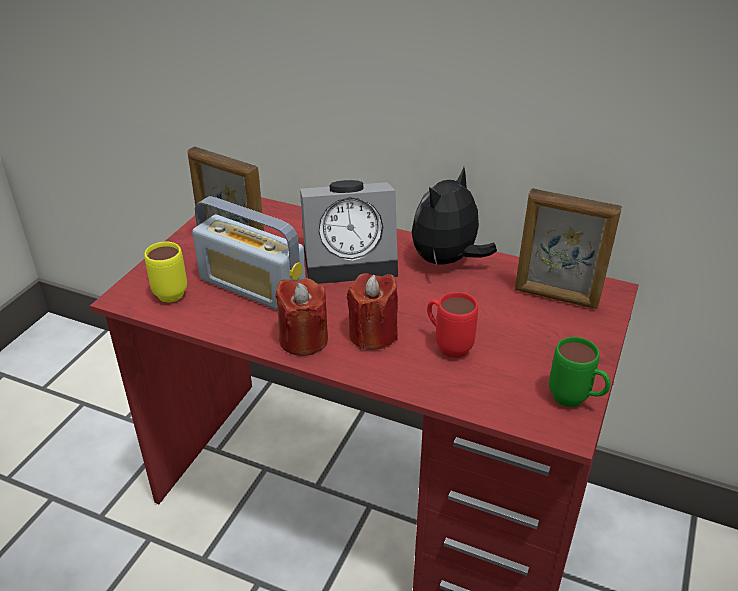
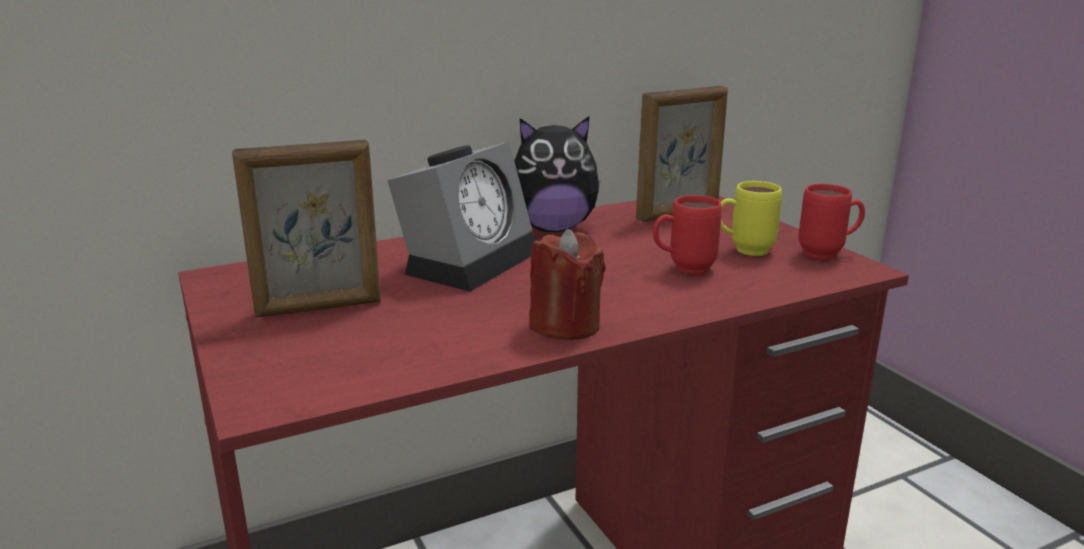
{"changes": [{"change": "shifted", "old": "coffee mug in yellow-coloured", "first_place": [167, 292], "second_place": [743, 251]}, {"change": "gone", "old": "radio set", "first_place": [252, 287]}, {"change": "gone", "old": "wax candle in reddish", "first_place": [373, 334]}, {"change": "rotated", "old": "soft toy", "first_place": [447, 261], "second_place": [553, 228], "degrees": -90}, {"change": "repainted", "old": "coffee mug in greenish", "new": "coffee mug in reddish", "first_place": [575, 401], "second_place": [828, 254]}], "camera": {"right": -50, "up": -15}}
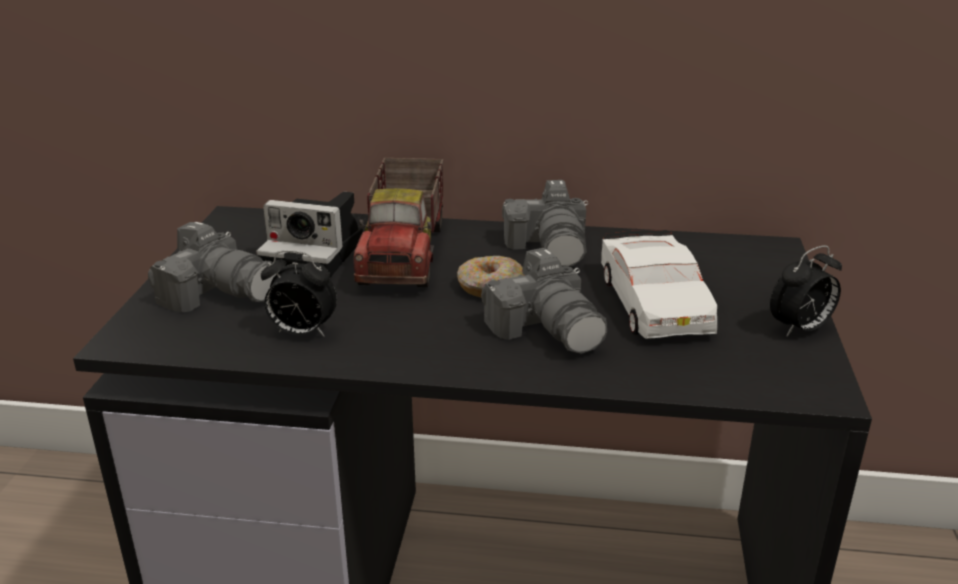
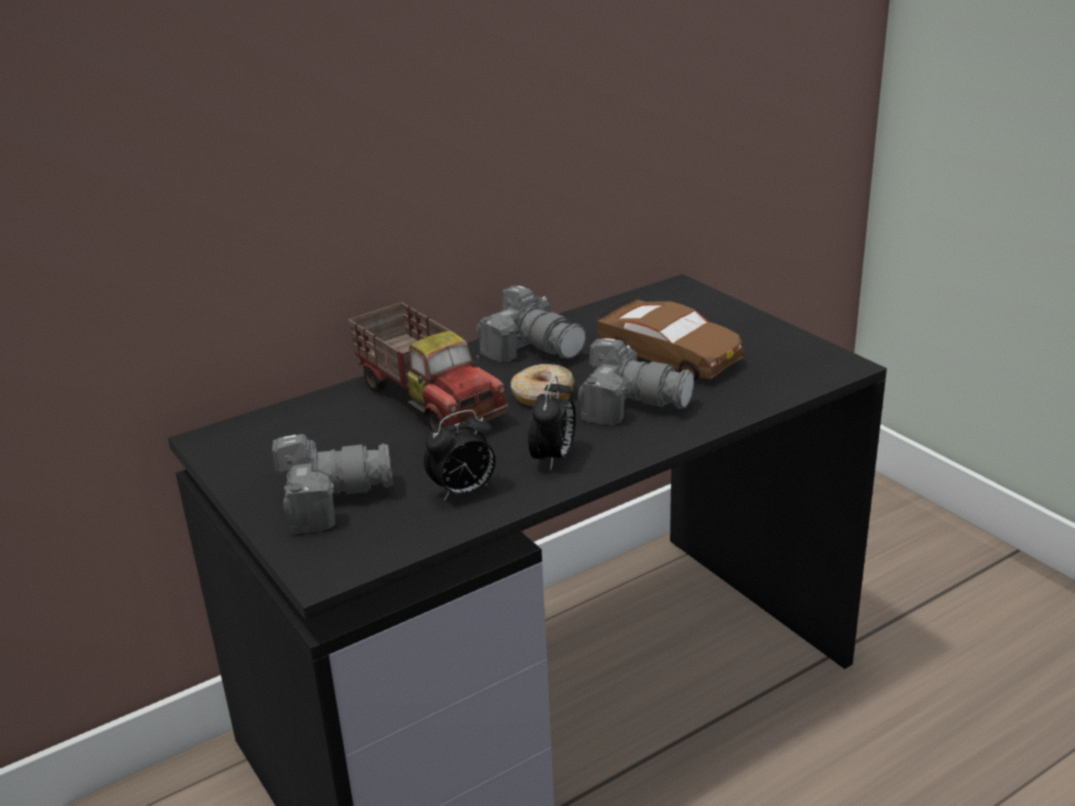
{"changes": [{"change": "gone", "old": "still camera", "first_place": [317, 253]}, {"change": "repainted", "old": "miniature car in white", "new": "miniature car in brownish", "first_place": [654, 303], "second_place": [668, 356]}, {"change": "shifted", "old": "alarm clock", "first_place": [800, 329], "second_place": [554, 458]}], "camera": {"right": -40, "up": 0}}
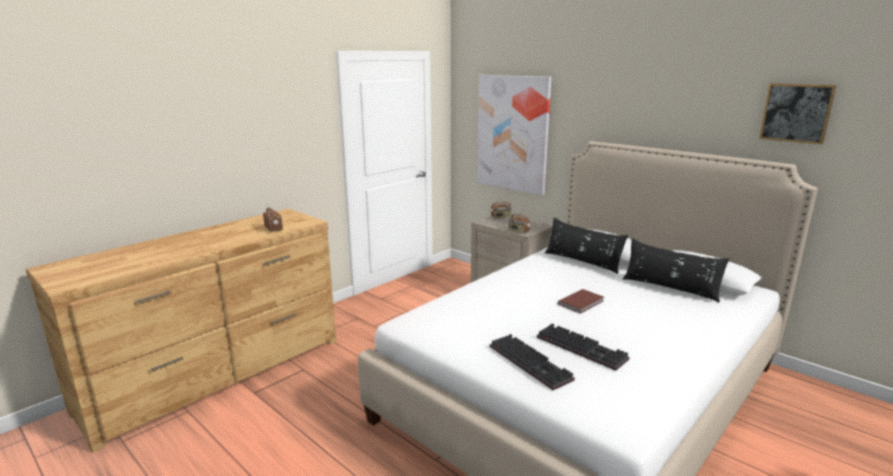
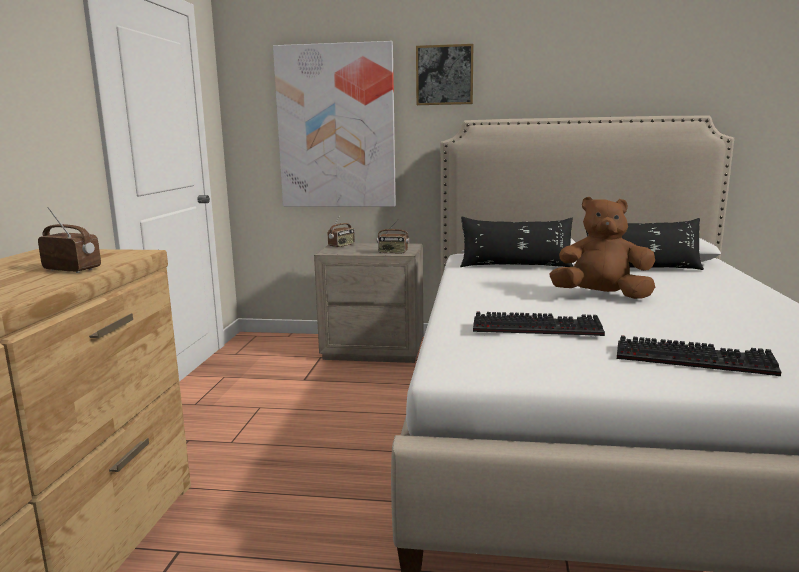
{"changes": [{"change": "shifted", "old": "computer keyboard", "first_place": [583, 348], "second_place": [538, 327]}, {"change": "swapped", "old": "bound book in brownish", "new": "soft toy in brownish", "first_place": [582, 303], "second_place": [601, 296]}, {"change": "shifted", "old": "wall picture", "first_place": [796, 113], "second_place": [444, 75]}], "camera": {"right": -35, "up": -5}}
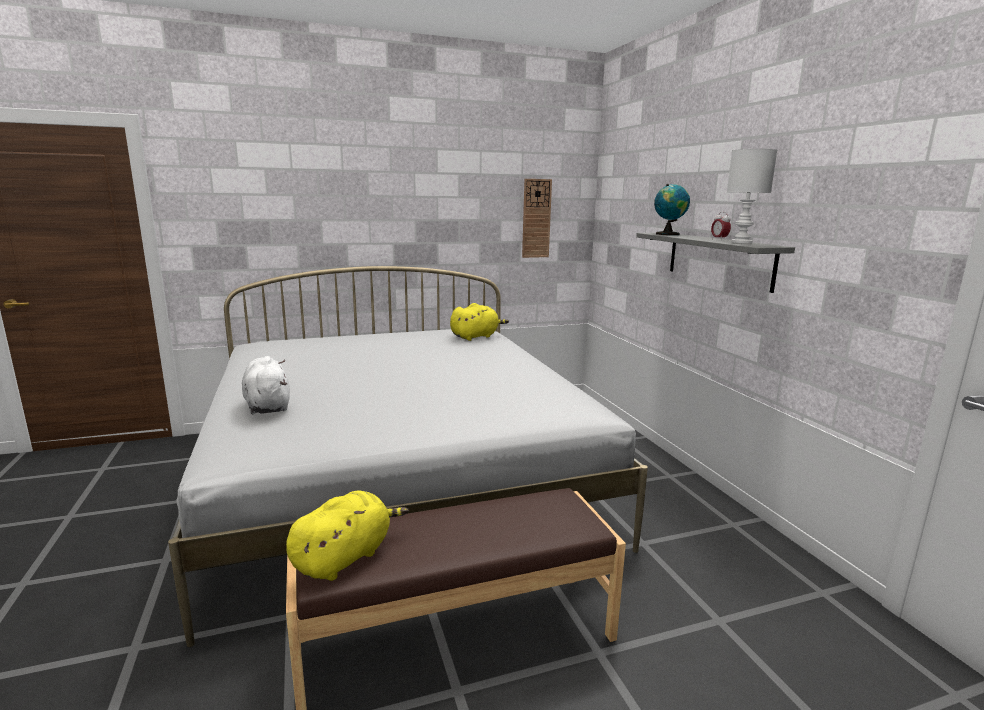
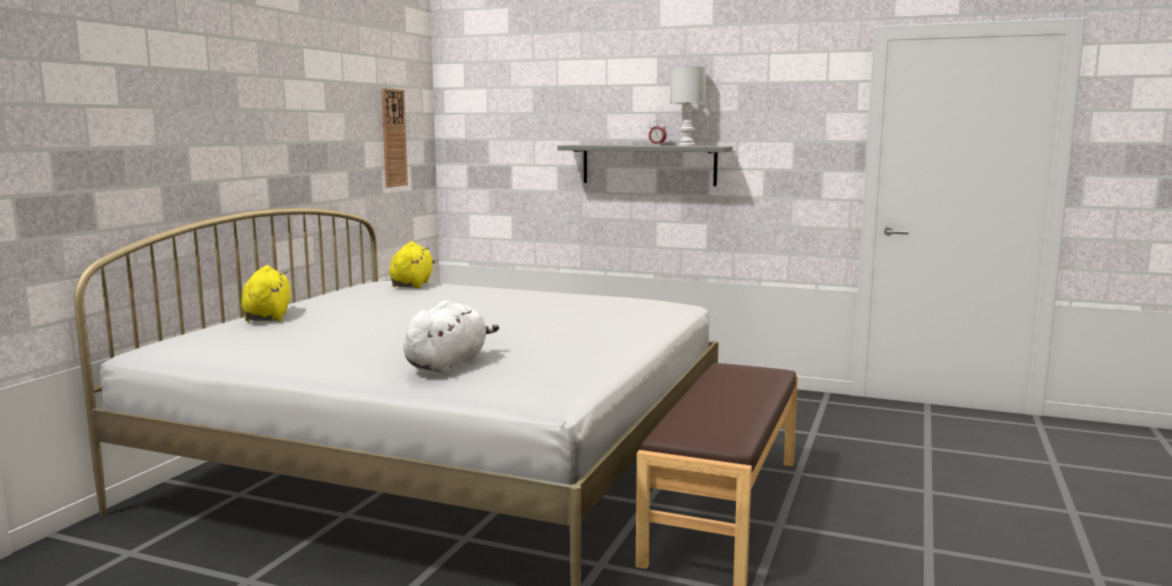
{"changes": [{"change": "rotated", "old": "soft toy in white", "first_place": [267, 405], "second_place": [448, 364], "degrees": 105}, {"change": "shifted", "old": "soft toy in yellow-coloured", "first_place": [345, 557], "second_place": [268, 317]}, {"change": "gone", "old": "desk globe", "first_place": [669, 234]}], "camera": {"right": -50, "up": -5}}
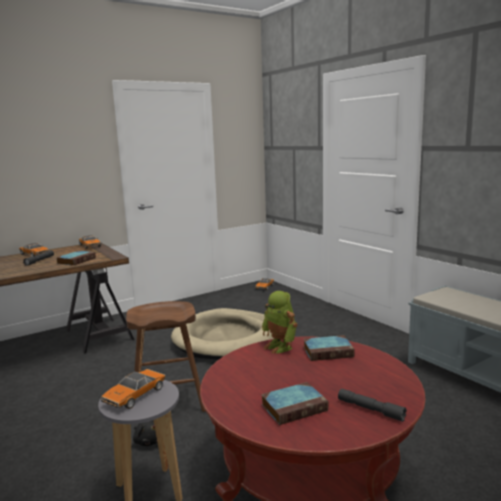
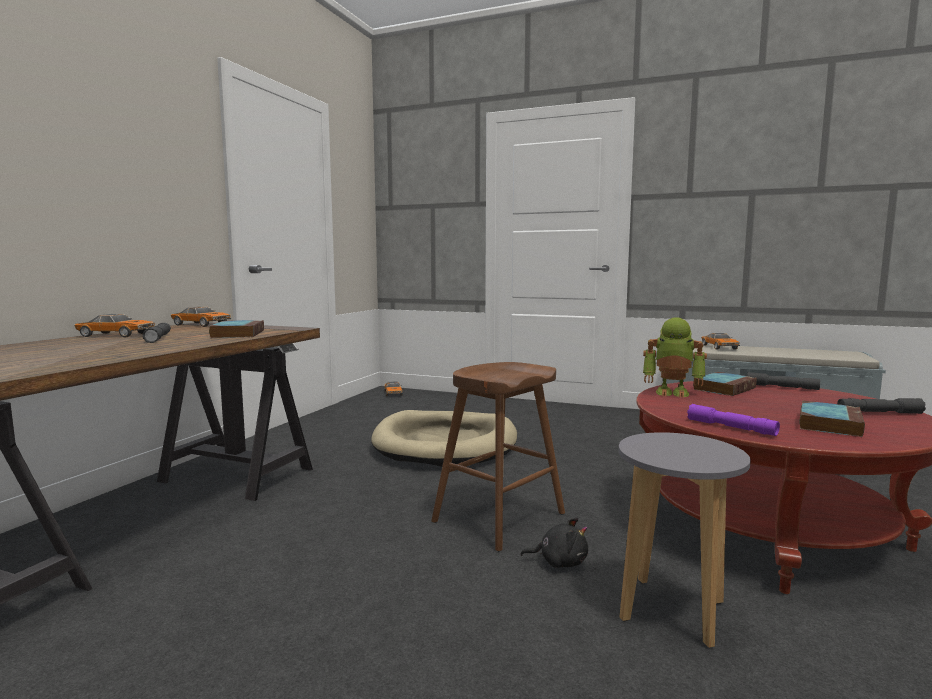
{"changes": [{"change": "shifted", "old": "miniature car", "first_place": [134, 395], "second_place": [719, 347]}, {"change": "new", "new": "hand torch in purple-coloured", "second_place": [731, 427]}, {"change": "new", "new": "hand torch in greyish", "second_place": [781, 387]}], "camera": {"right": -35, "up": -5}}
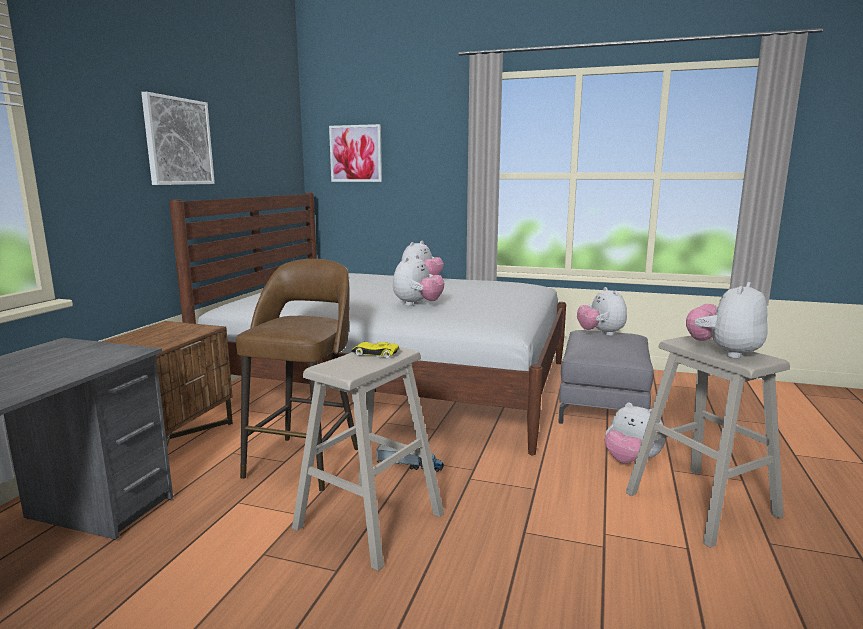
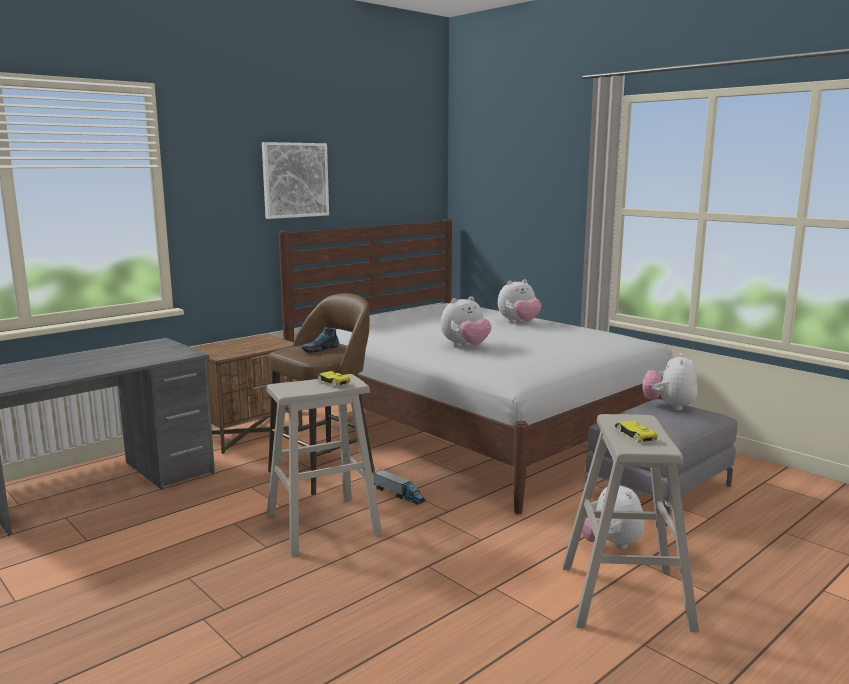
{"changes": [{"change": "gone", "old": "wall picture", "first_place": [356, 153]}, {"change": "swapped", "old": "soft toy", "new": "miniature car in yellow-coloured", "first_place": [724, 352], "second_place": [635, 435]}, {"change": "new", "new": "shoe", "second_place": [320, 349]}], "camera": {"right": 30, "up": 0}}
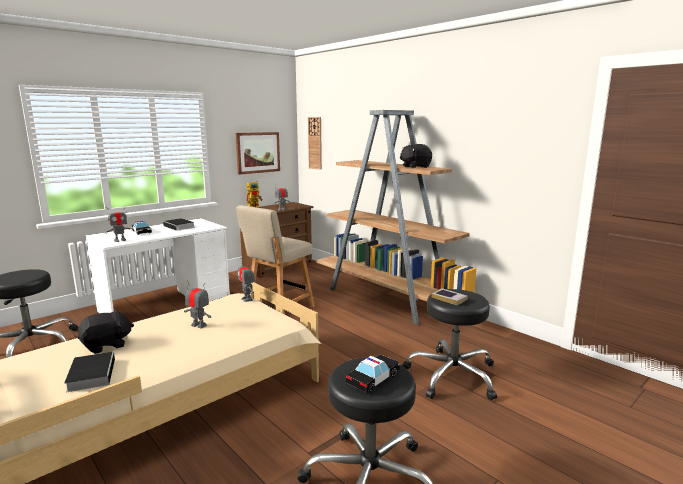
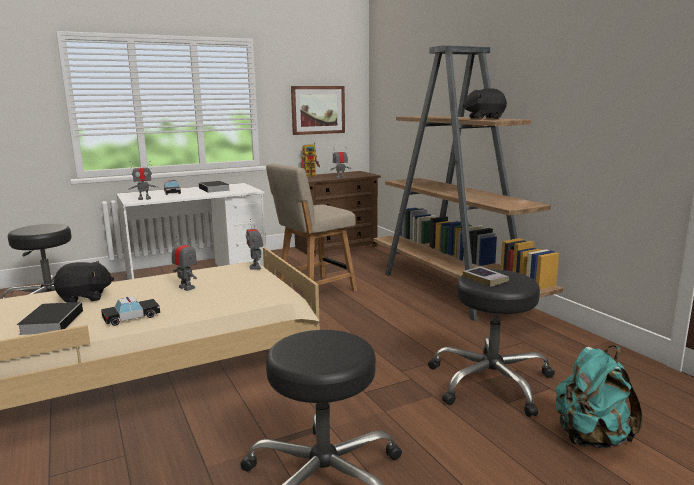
{"changes": [{"change": "gone", "old": "wall clock", "first_place": [315, 143]}, {"change": "shifted", "old": "miniature car", "first_place": [373, 379], "second_place": [131, 317]}, {"change": "new", "new": "backpack in turquoise", "second_place": [591, 438]}], "camera": {"right": 15, "up": 0}}
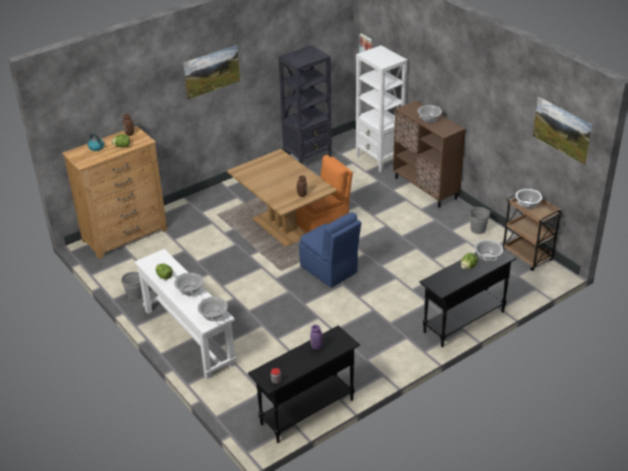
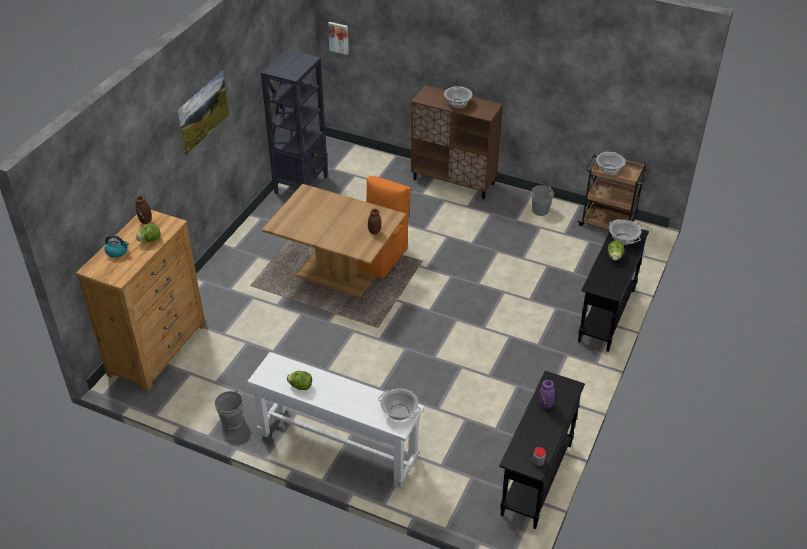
{"changes": [{"change": "gone", "old": "stockpot", "first_place": [189, 290]}, {"change": "gone", "old": "plain chair in bluish", "first_place": [329, 270]}, {"change": "gone", "old": "bookcase in white", "first_place": [379, 160]}, {"change": "gone", "old": "wall picture", "first_place": [559, 140]}], "camera": {"right": -30, "up": 5}}
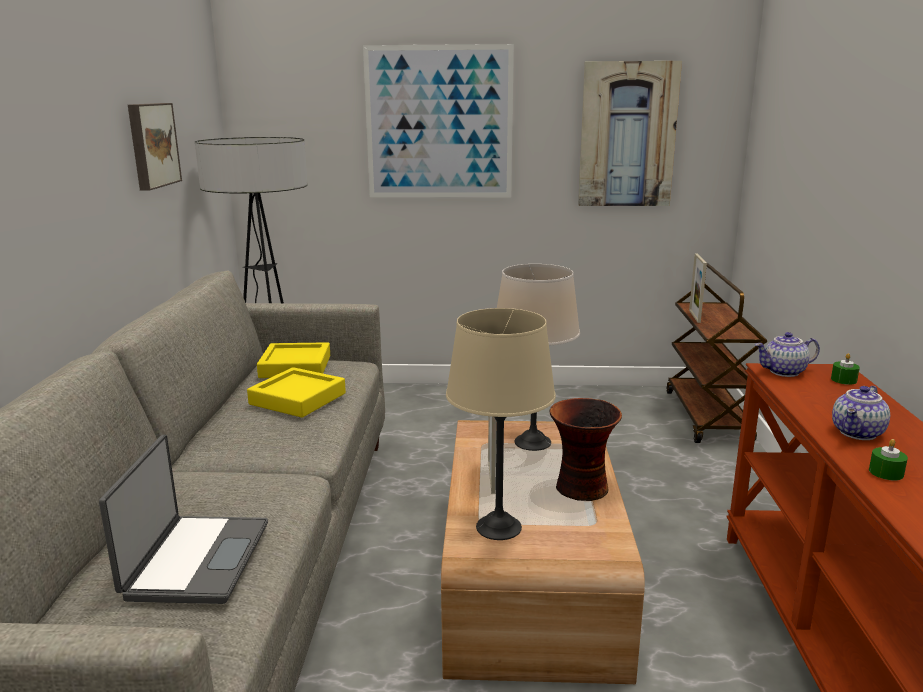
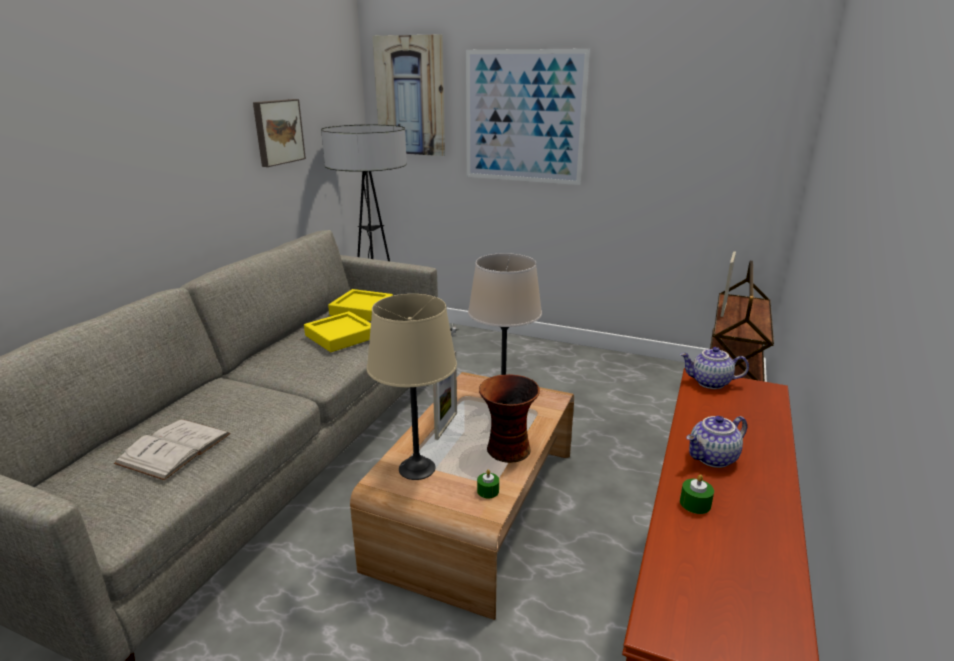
{"changes": [{"change": "swapped", "old": "portable computer", "new": "bound book in white", "first_place": [195, 560], "second_place": [174, 448]}, {"change": "shifted", "old": "wall picture", "first_place": [627, 135], "second_place": [410, 96]}, {"change": "shifted", "old": "wax candle in greenish", "first_place": [843, 380], "second_place": [488, 491]}], "camera": {"right": 20, "up": 5}}
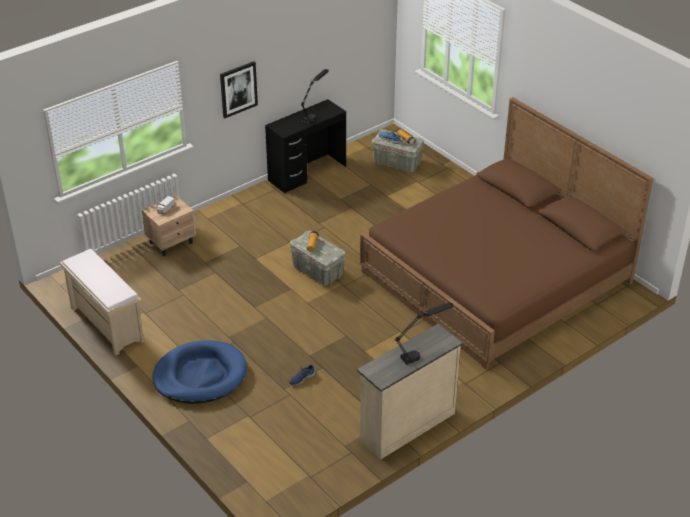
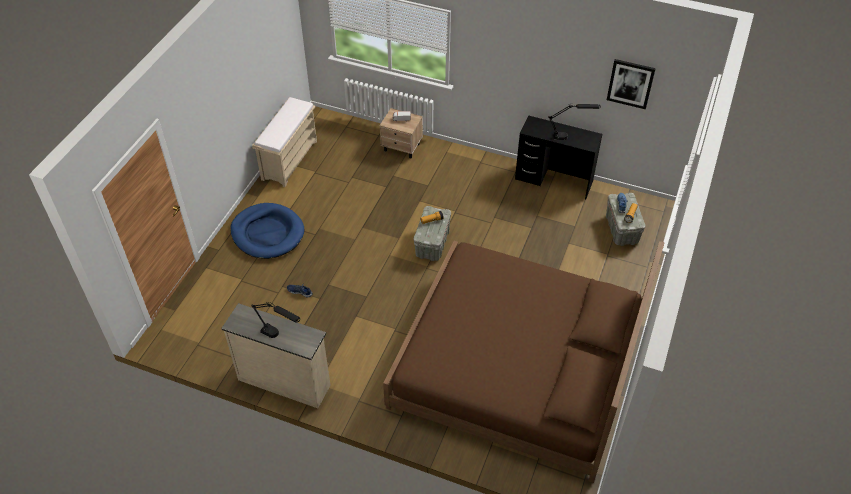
{"changes": [{"change": "shifted", "old": "wall picture", "first_place": [238, 89], "second_place": [630, 83]}], "camera": {"right": 60, "up": 10}}
